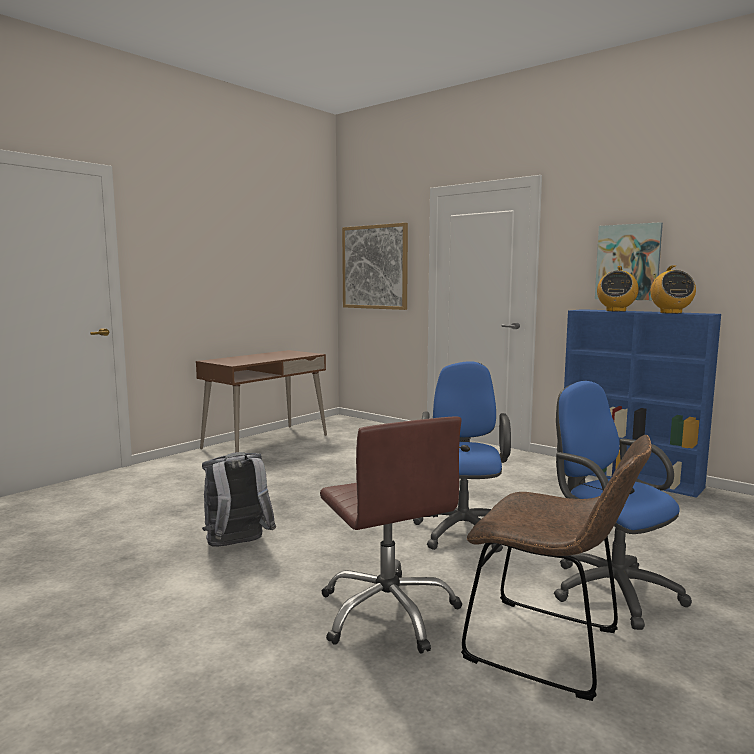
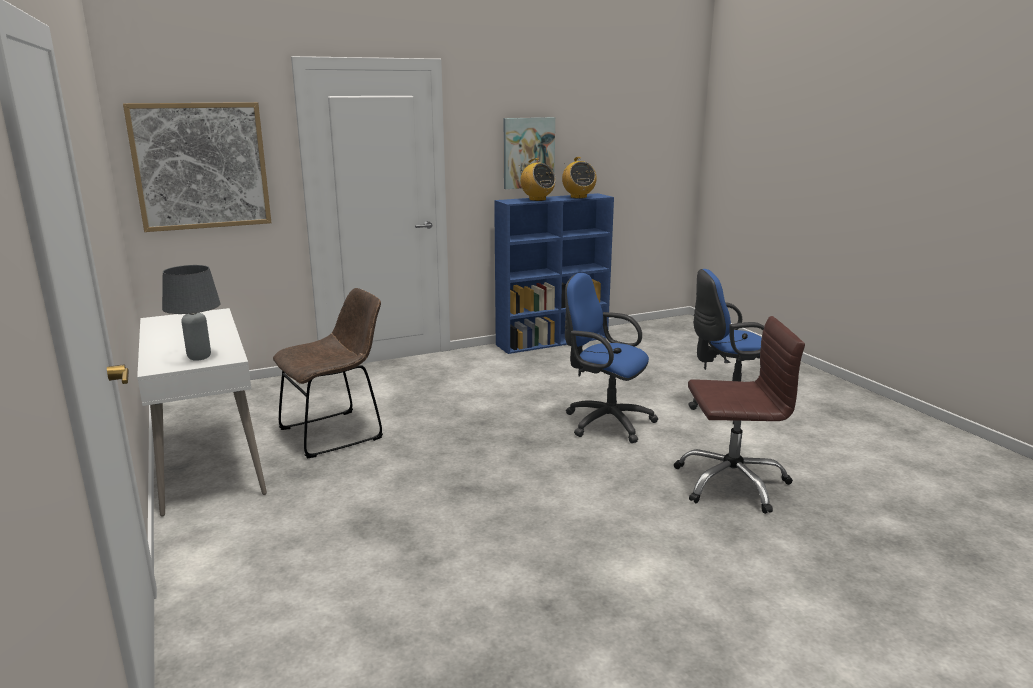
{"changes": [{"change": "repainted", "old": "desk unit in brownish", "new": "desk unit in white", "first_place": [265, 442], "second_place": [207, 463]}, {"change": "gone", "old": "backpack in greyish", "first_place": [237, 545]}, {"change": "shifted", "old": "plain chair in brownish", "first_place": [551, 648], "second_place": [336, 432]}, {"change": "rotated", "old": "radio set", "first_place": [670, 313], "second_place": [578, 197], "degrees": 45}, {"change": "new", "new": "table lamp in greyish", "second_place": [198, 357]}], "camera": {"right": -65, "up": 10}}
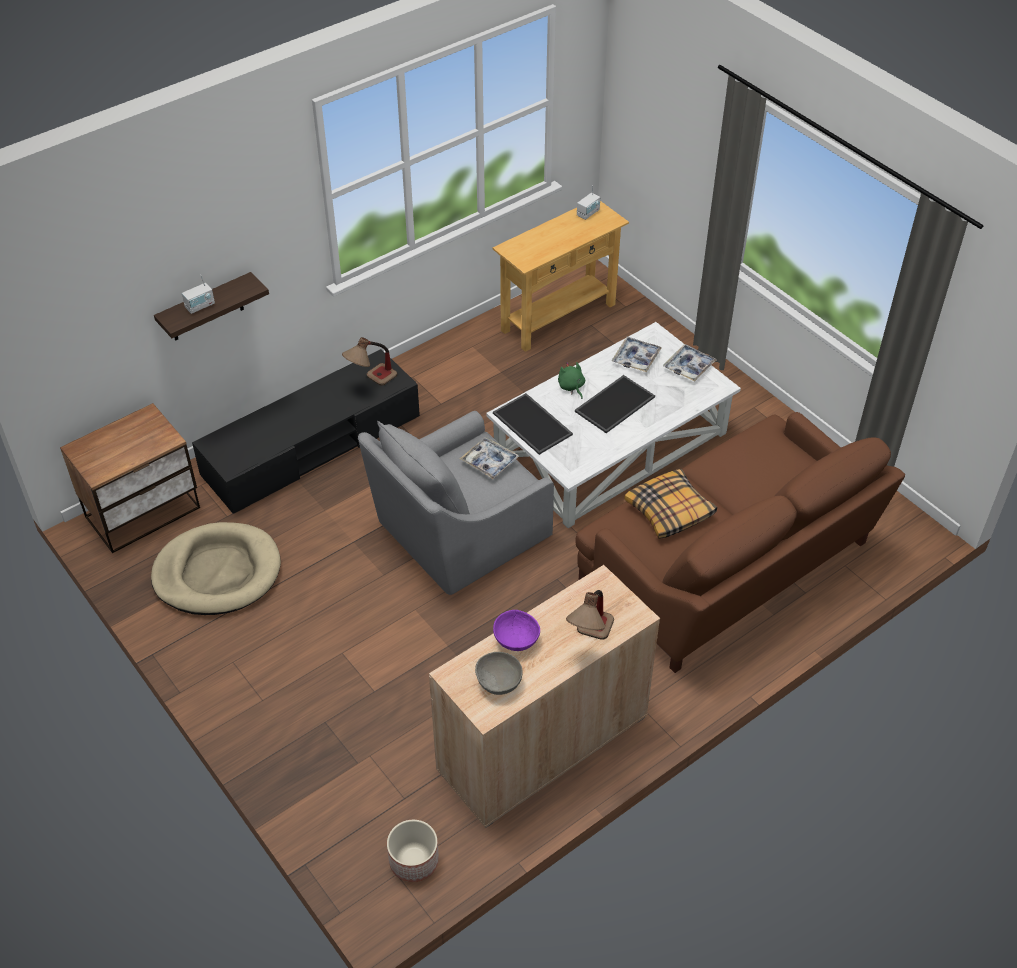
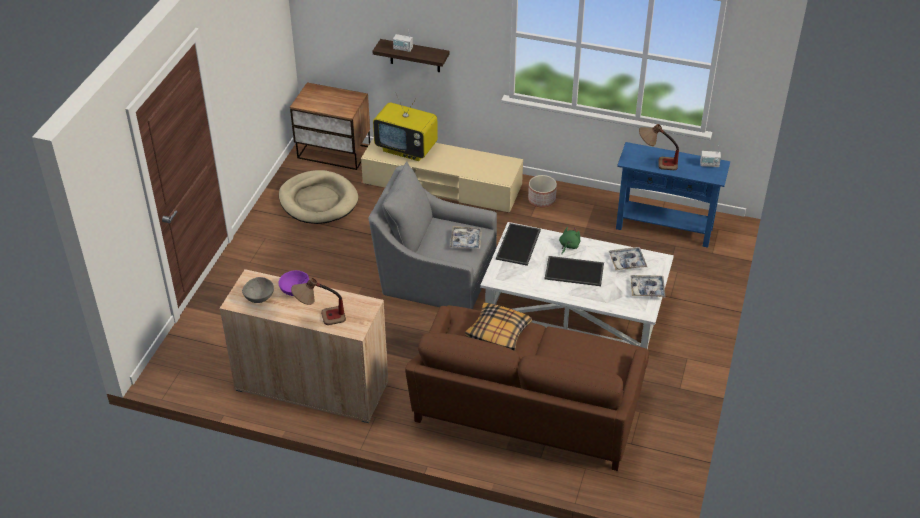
{"changes": [{"change": "repainted", "old": "tv unit in blackish", "new": "tv unit in beige", "first_place": [312, 446], "second_place": [442, 185]}, {"change": "shifted", "old": "table lamp", "first_place": [371, 383], "second_place": [656, 163]}, {"change": "shifted", "old": "plant pot", "first_place": [413, 860], "second_place": [542, 200]}, {"change": "repainted", "old": "console table in beige", "new": "console table in bluish", "first_place": [558, 317], "second_place": [664, 228]}, {"change": "new", "new": "TV", "second_place": [407, 149]}], "camera": {"right": 55, "up": -5}}
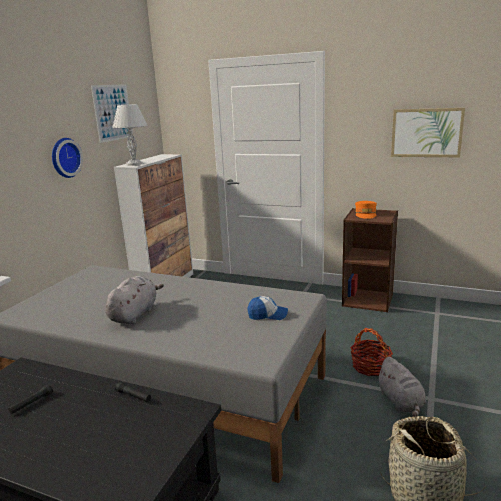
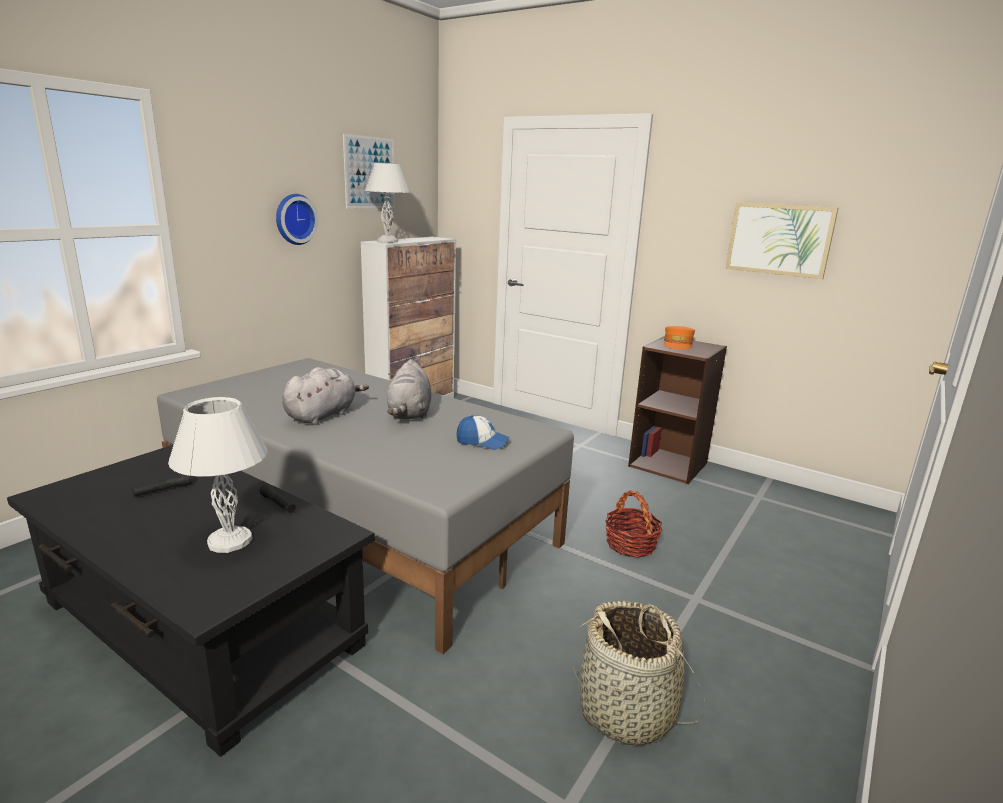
{"changes": [{"change": "shifted", "old": "soft toy in greyish", "first_place": [401, 402], "second_place": [409, 414]}, {"change": "new", "new": "table lamp in white", "second_place": [230, 542]}], "camera": {"right": 10, "up": 0}}
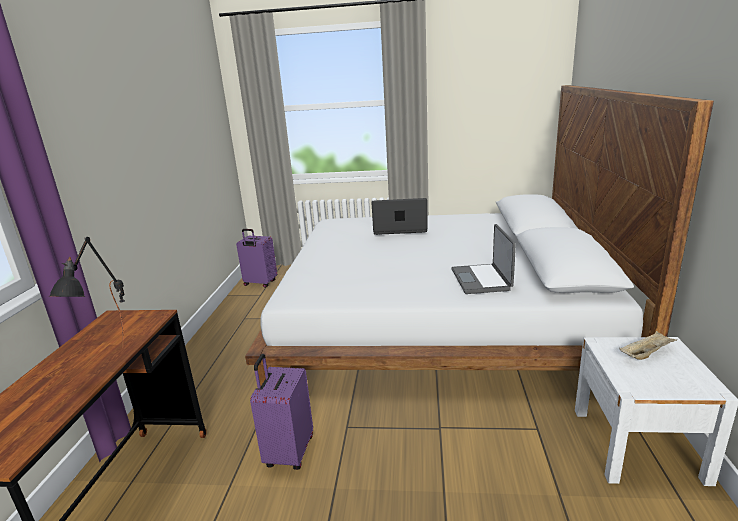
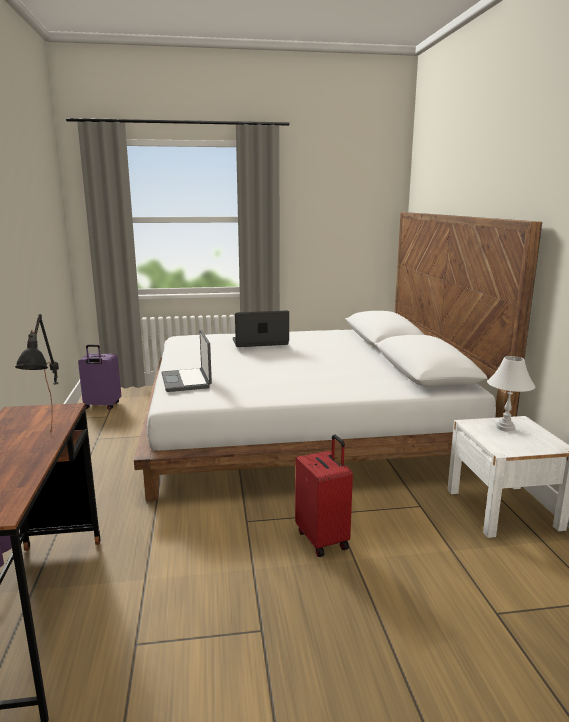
{"changes": [{"change": "gone", "old": "travel case in purple-coloured", "first_place": [288, 452]}, {"change": "shifted", "old": "portable computer", "first_place": [482, 280], "second_place": [187, 381]}, {"change": "swapped", "old": "carrying tray in beige", "new": "table lamp in white", "first_place": [646, 354], "second_place": [505, 428]}, {"change": "new", "new": "travel case in reddish", "second_place": [323, 539]}], "camera": {"right": -15, "up": -5}}
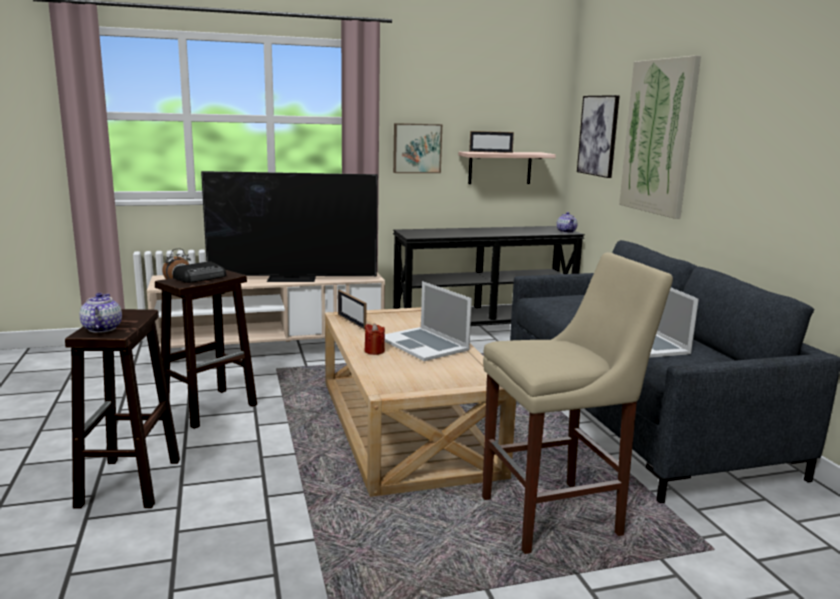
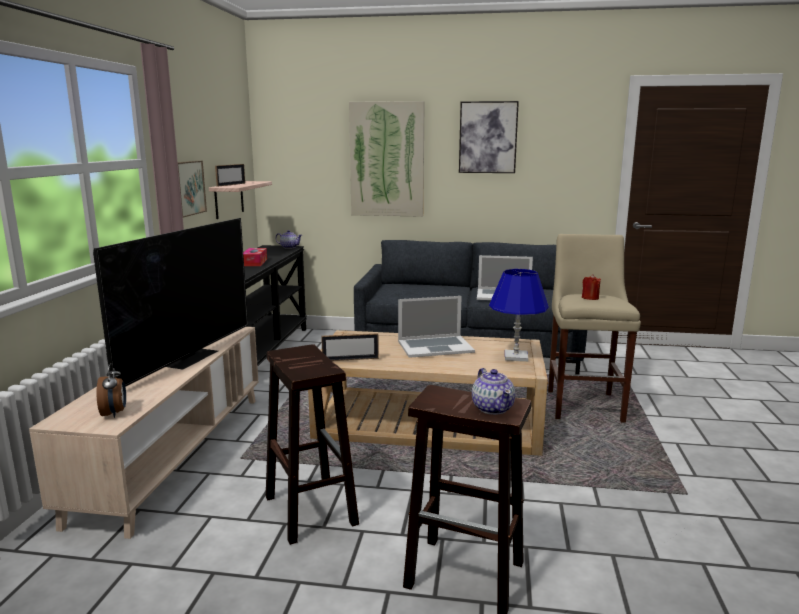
{"changes": [{"change": "rotated", "old": "pot for tea", "first_place": [101, 329], "second_place": [493, 408], "degrees": -120}, {"change": "gone", "old": "radio set", "first_place": [201, 277]}, {"change": "shifted", "old": "wax candle in reddish", "first_place": [374, 351], "second_place": [590, 298]}, {"change": "shifted", "old": "wall picture", "first_place": [598, 135], "second_place": [488, 137]}, {"change": "new", "new": "box of tissues", "second_place": [254, 262]}, {"change": "new", "new": "table lamp in bluish", "second_place": [516, 357]}], "camera": {"right": -65, "up": 0}}
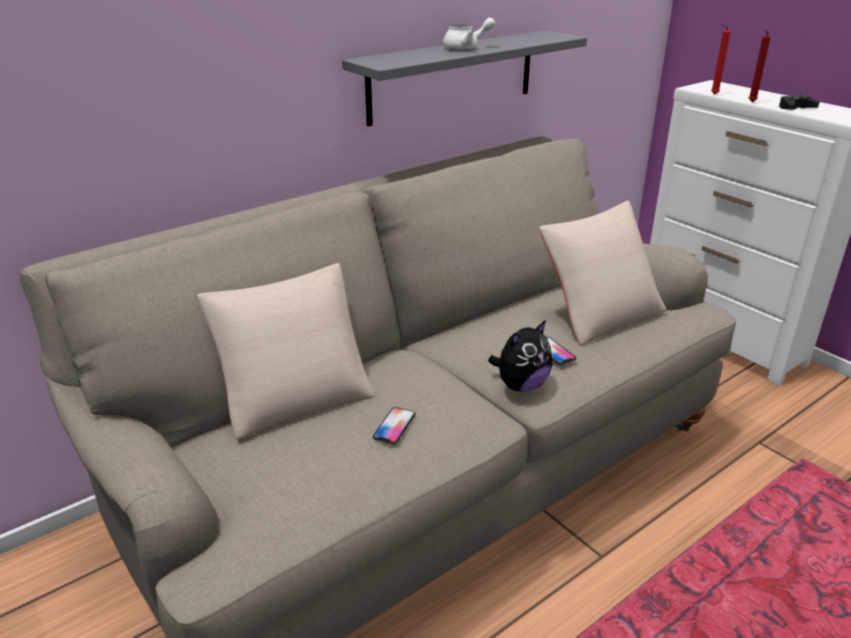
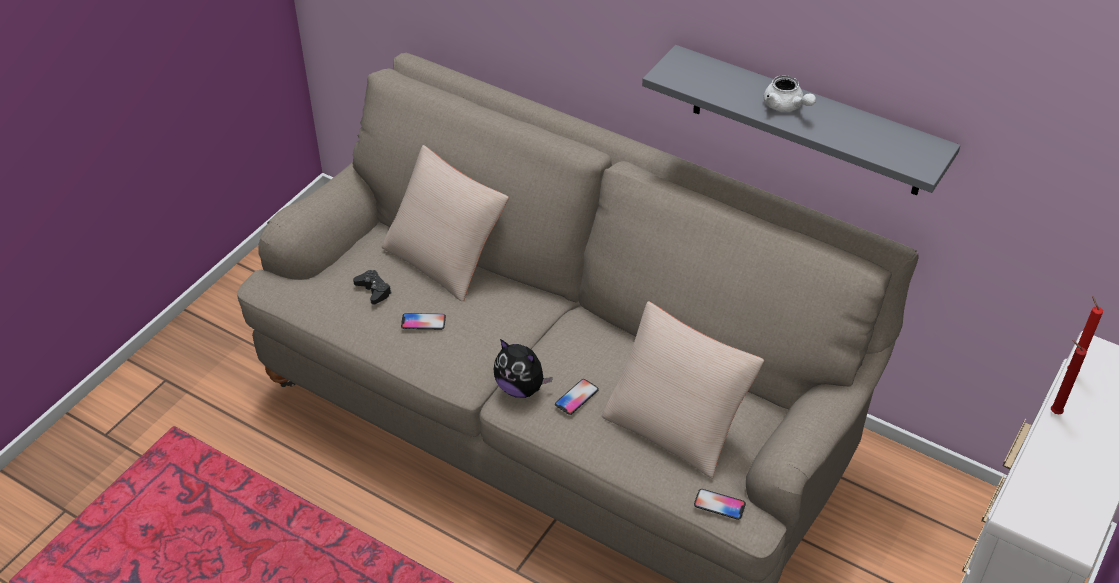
{"changes": [{"change": "shifted", "old": "game controller in blackish", "first_place": [796, 108], "second_place": [373, 290]}, {"change": "new", "new": "handset", "second_place": [719, 505]}], "camera": {"right": 70, "up": 15}}
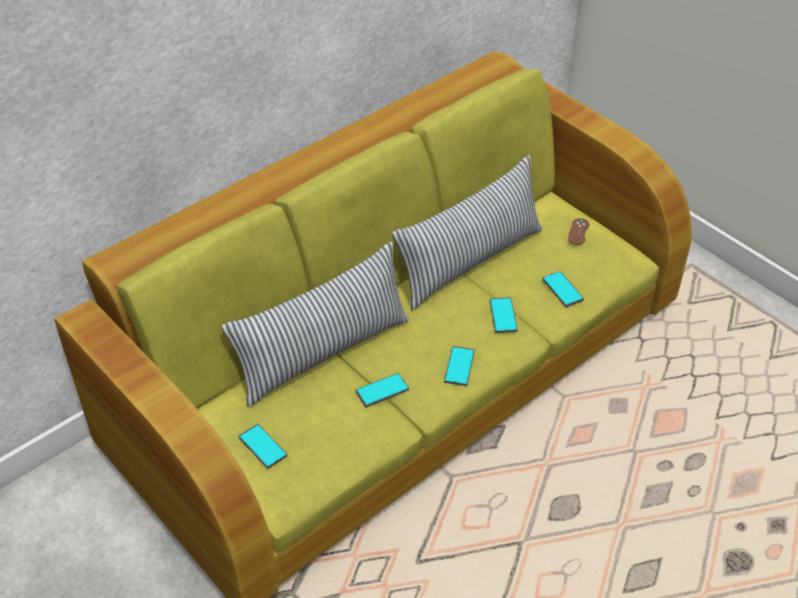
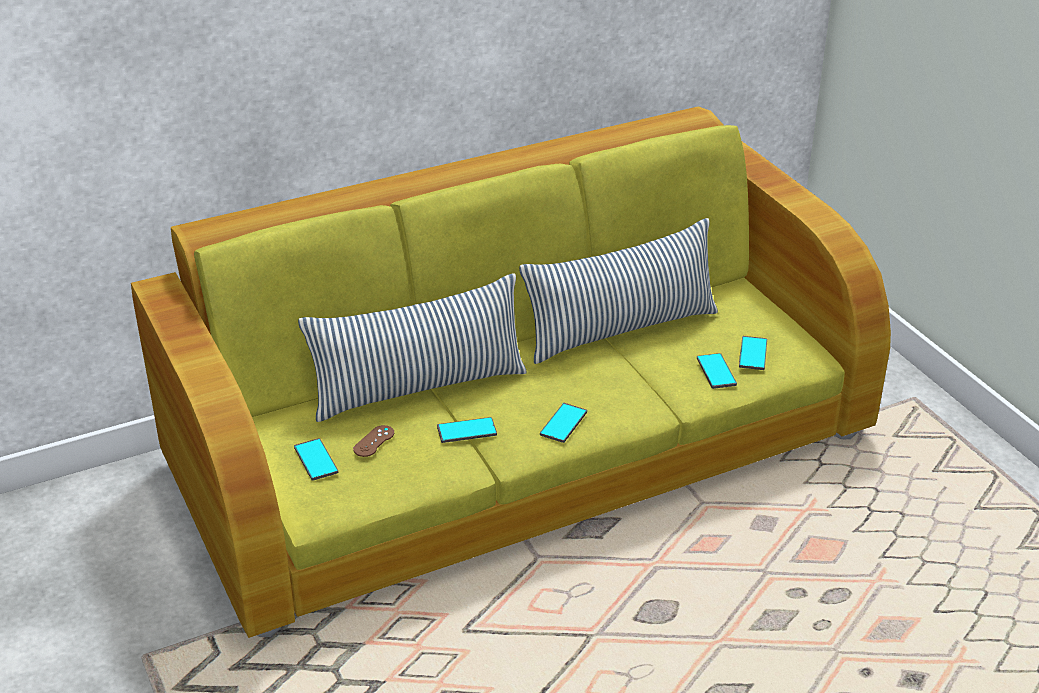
{"changes": [{"change": "shifted", "old": "handset", "first_place": [503, 315], "second_place": [752, 354]}, {"change": "shifted", "old": "game controller in brownish", "first_place": [578, 231], "second_place": [374, 441]}], "camera": {"right": 15, "up": -10}}
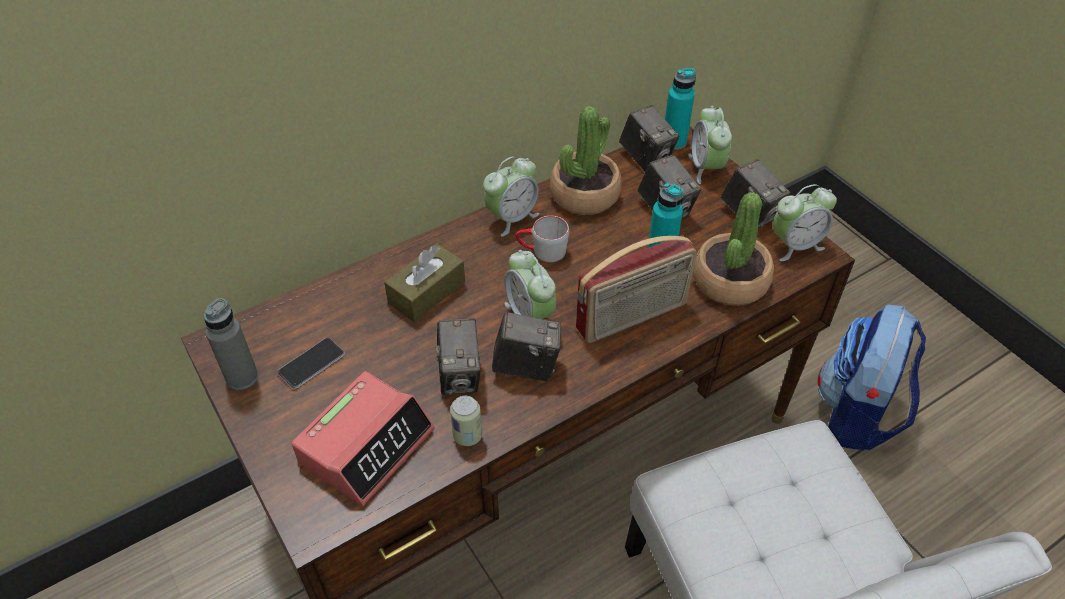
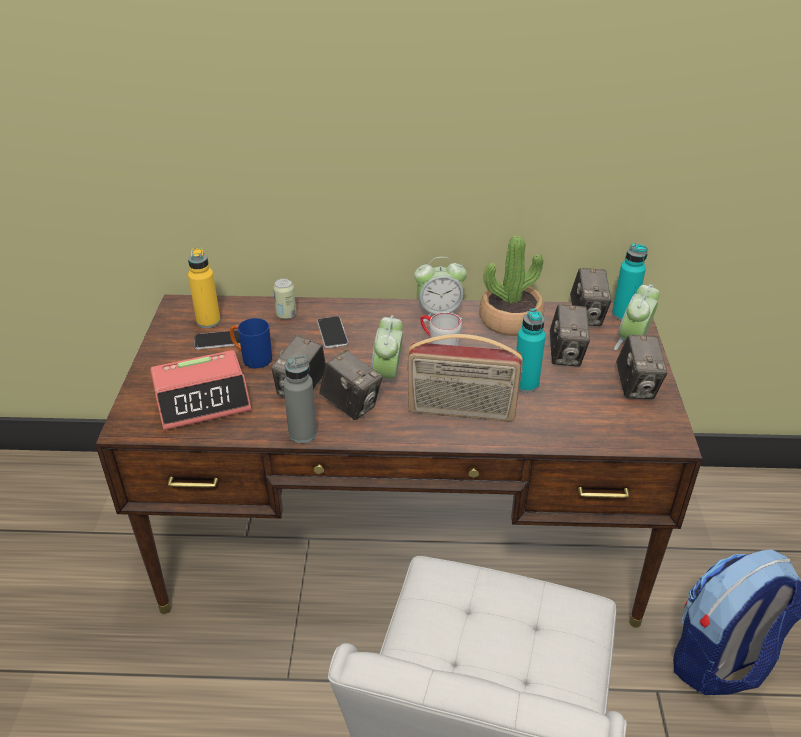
{"changes": [{"change": "shifted", "old": "beverage bottle in greyish", "first_place": [242, 377], "second_place": [302, 434]}, {"change": "swapped", "old": "box of tissues in brownish", "new": "handset", "first_place": [427, 292], "second_place": [332, 333]}, {"change": "shifted", "old": "can", "first_place": [467, 436], "second_place": [286, 315]}, {"change": "gone", "old": "houseplant", "first_place": [730, 281]}, {"change": "gone", "old": "alarm clock", "first_place": [795, 245]}, {"change": "new", "new": "beverage bottle in yellow-coloured", "second_place": [208, 321]}, {"change": "new", "new": "coffee mug in bluish", "second_place": [252, 358]}], "camera": {"right": 35, "up": -10}}
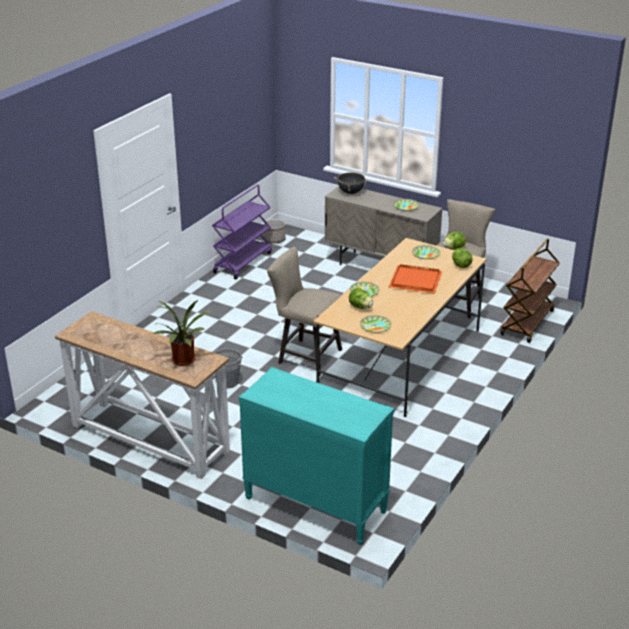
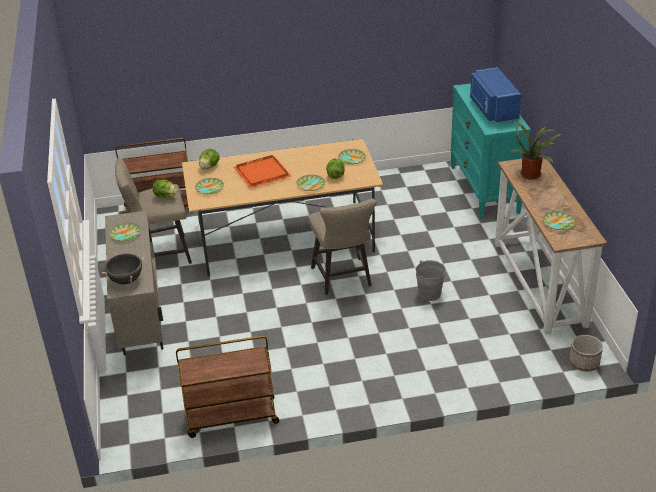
{"changes": [{"change": "repainted", "old": "wheeled cart in purple-coloured", "new": "wheeled cart in brownish", "first_place": [243, 262], "second_place": [231, 418]}, {"change": "shifted", "old": "plant pot", "first_place": [274, 240], "second_place": [584, 363]}, {"change": "new", "new": "microwave oven in bluish", "second_place": [492, 109]}, {"change": "new", "new": "plate", "second_place": [558, 223]}], "camera": {"right": -130, "up": 5}}
